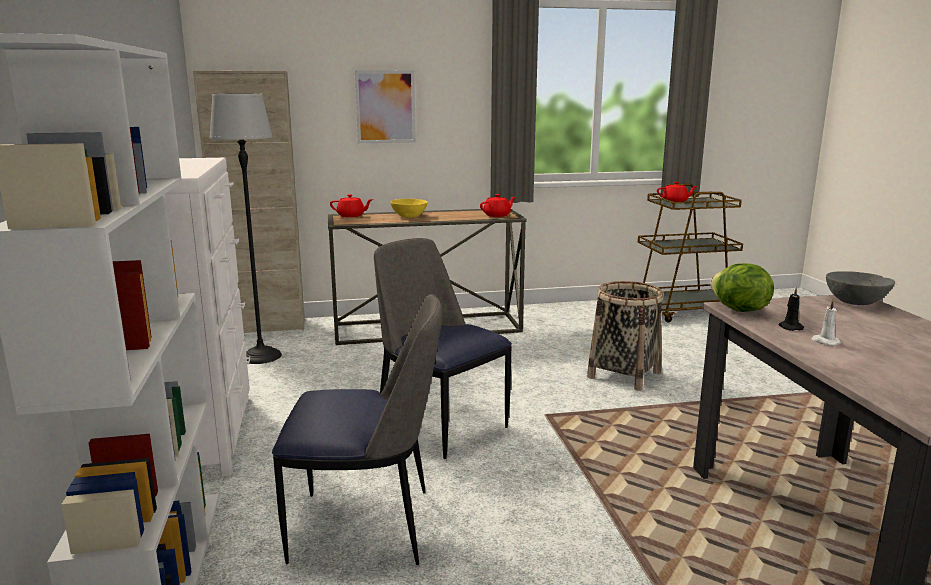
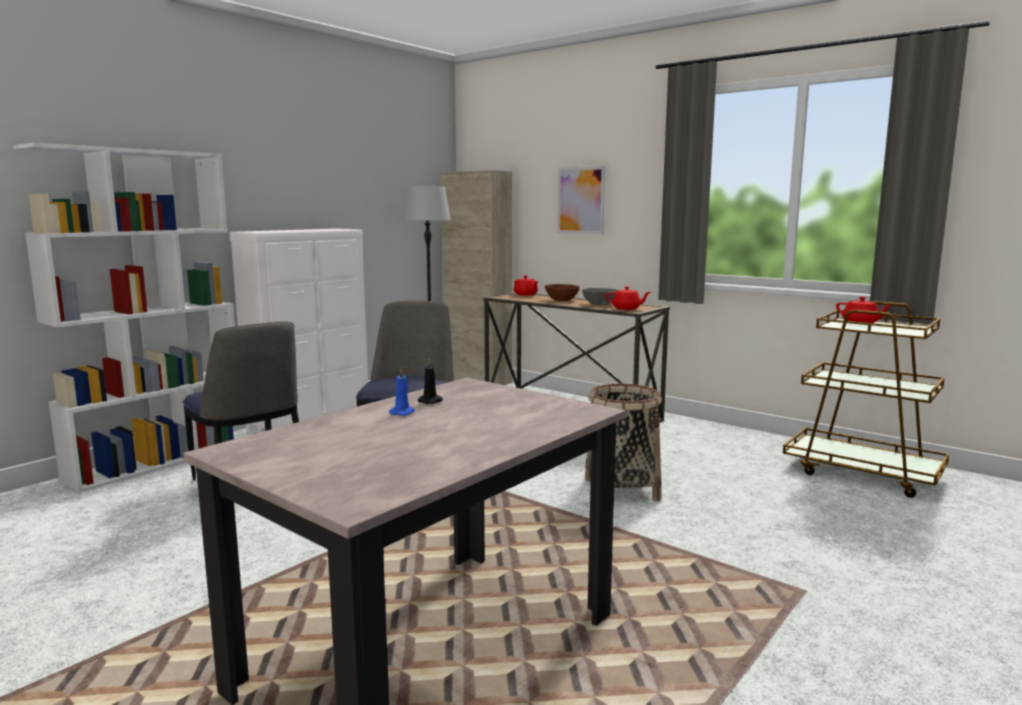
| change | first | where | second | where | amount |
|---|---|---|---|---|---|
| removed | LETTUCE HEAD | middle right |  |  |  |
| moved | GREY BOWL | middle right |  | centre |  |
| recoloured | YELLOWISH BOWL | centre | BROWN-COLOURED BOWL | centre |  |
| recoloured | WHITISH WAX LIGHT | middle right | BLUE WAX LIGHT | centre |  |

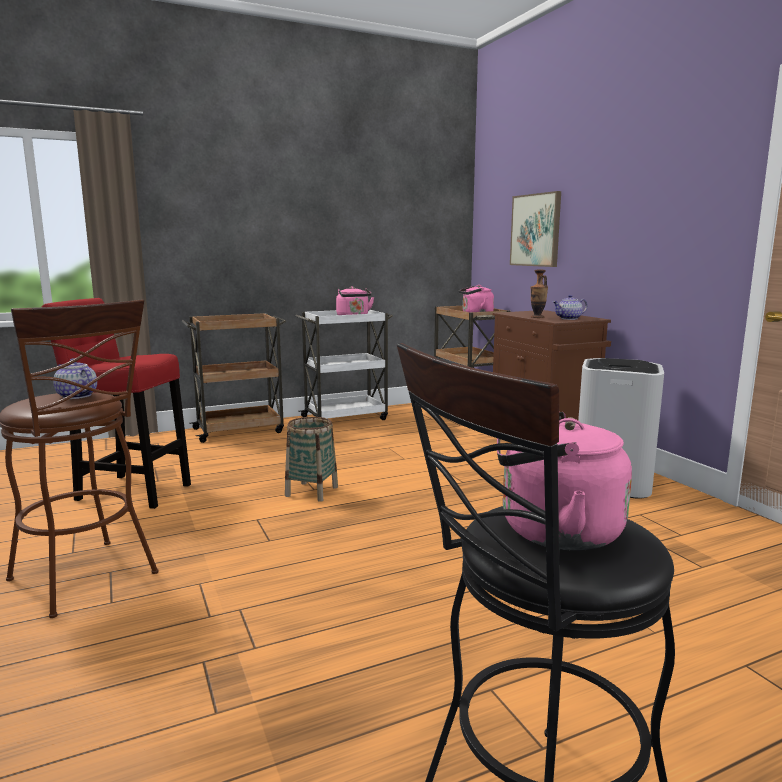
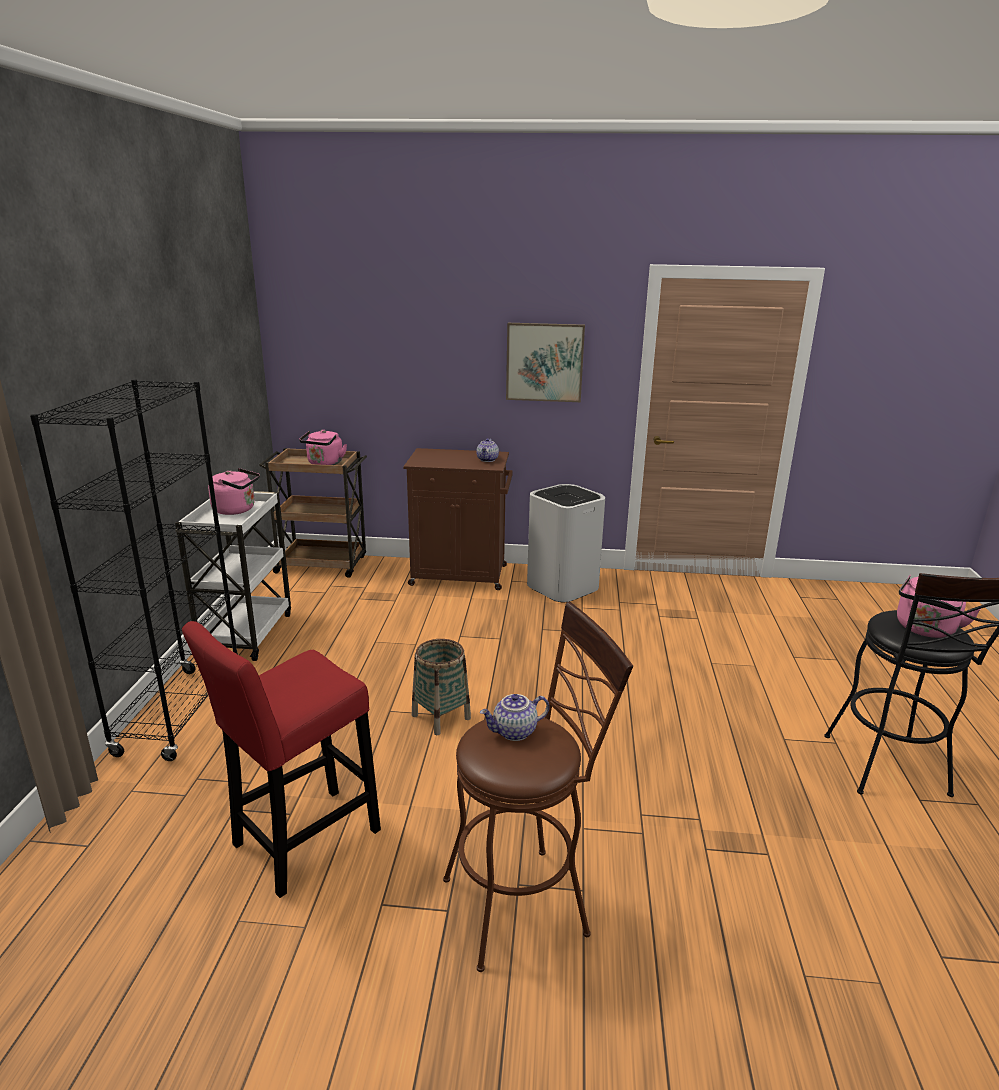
| change | first | where | second | where | amount |
|---|---|---|---|---|---|
| removed | FLOWER VASE | middle right |  |  |  |
| moved | WALL ART | top right |  | top centre |  |
| replaced | BROWN-COLOURED TROLLEY (1st from left) | middle left | BLACK-COLOURED SHELVING UNIT | middle left |  |

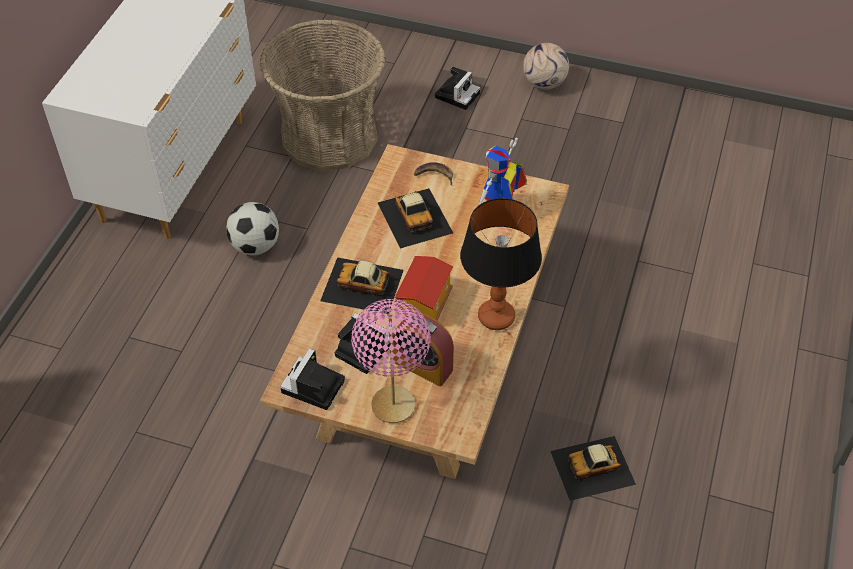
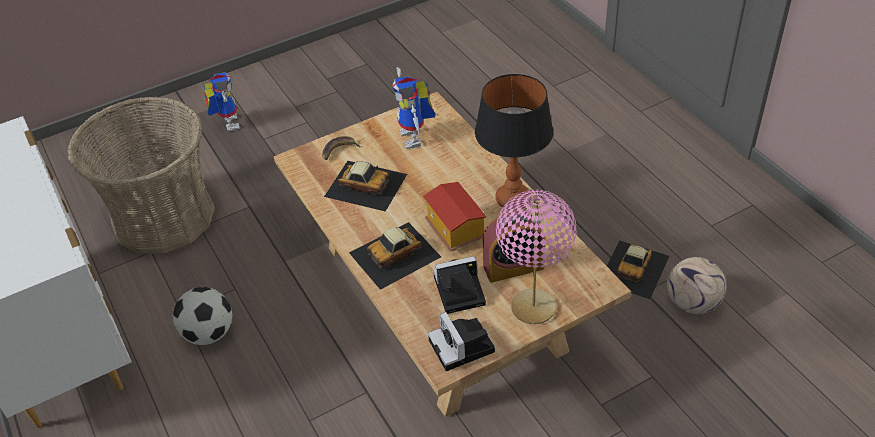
| change | first | where | second | where | amount |
|---|---|---|---|---|---|
| moved | FOOTBALL BALL (2nd from left) | top centre |  | middle right |  |
| replaced | PHOTO CAMERA (3rd from left) | top centre | MODEL ROBOT (1st from left) | top left |  |

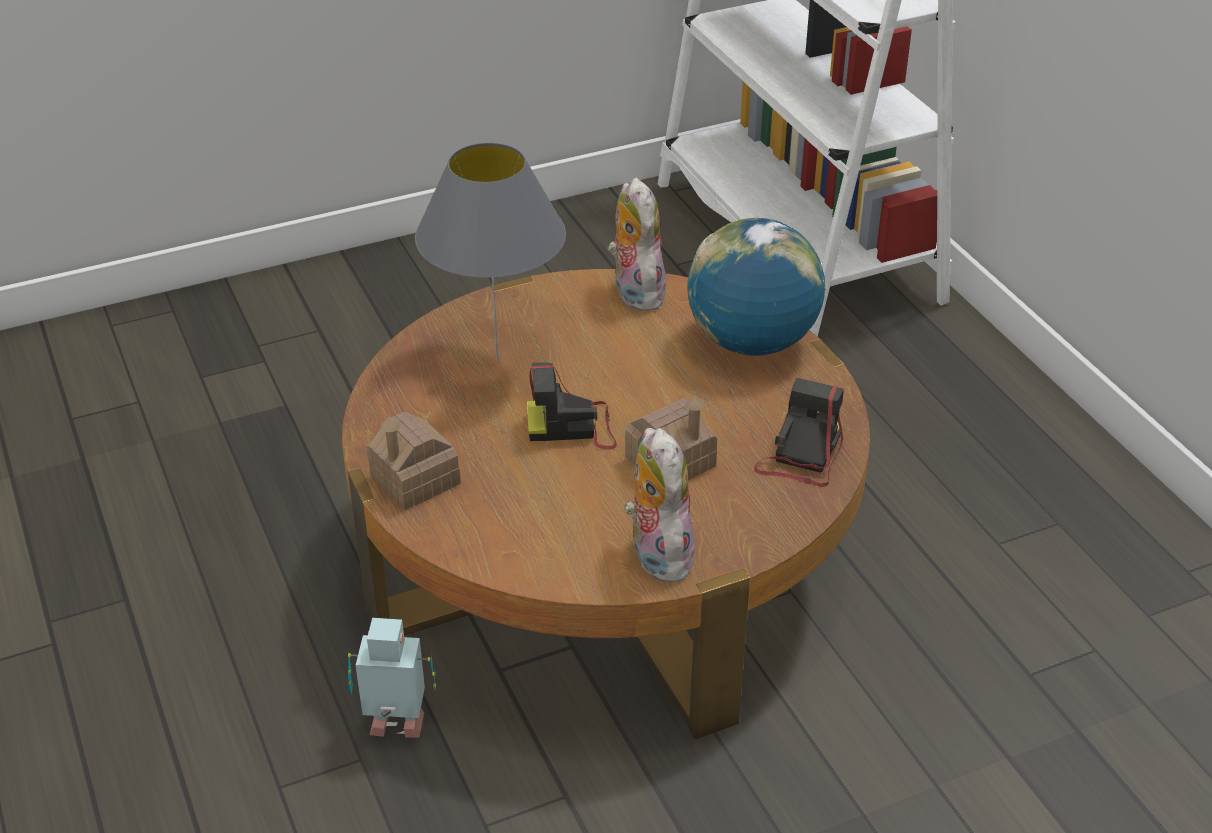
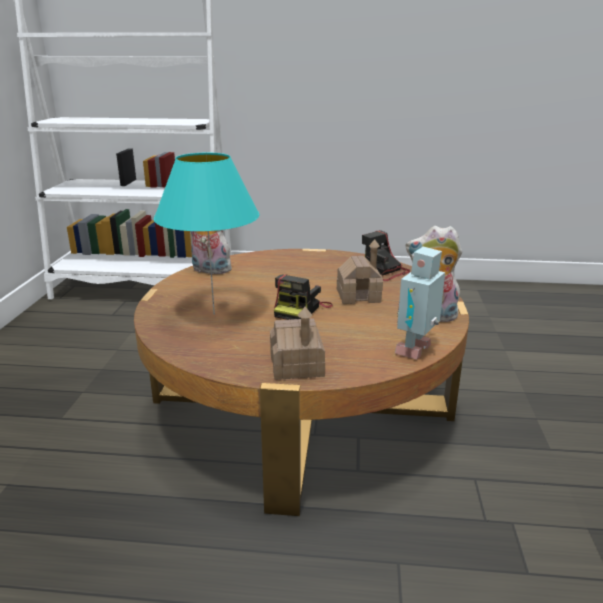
| change | first | where | second | where | amount |
|---|---|---|---|---|---|
| removed | WORLD GLOBE | centre |  |  |  |
| moved | MODEL ROBOT | bottom left |  | middle right |  |
| recoloured | GREY TABLE LAMP | top centre | BLUE-GREEN TABLE LAMP | centre |  |

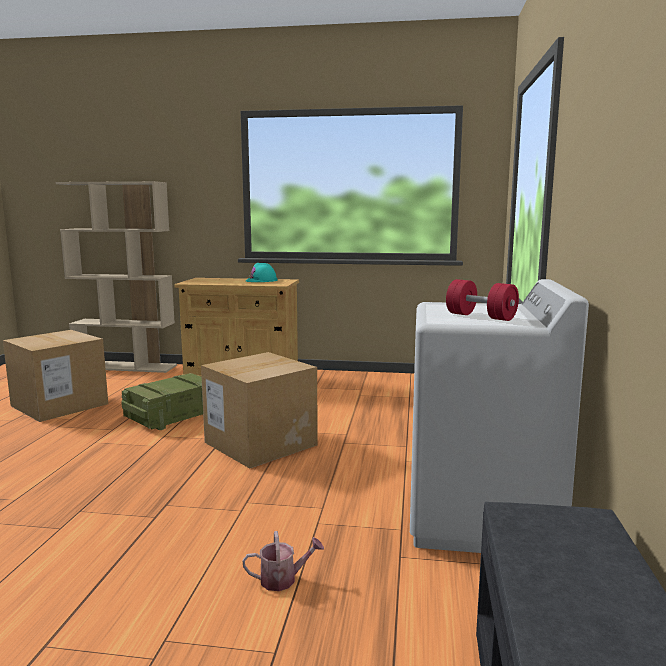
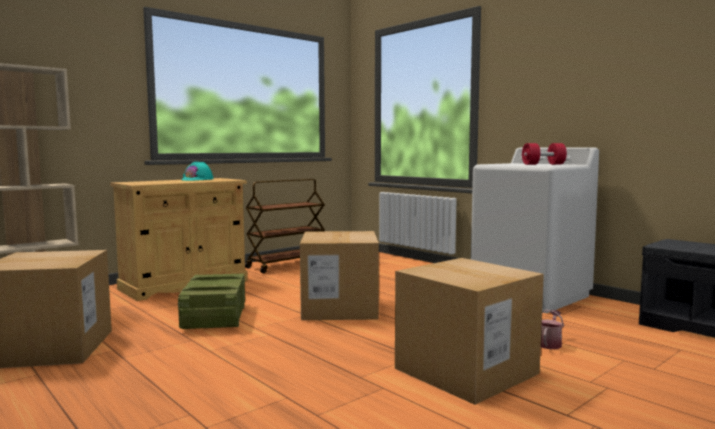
| change | first | where | second | where | amount |
|---|---|---|---|---|---|
| added |  |  | BROWN-COLOURED TROLLEY | centre |  |
| added |  |  | CARDBOARD BOX (3rd from left) | bottom centre |  |

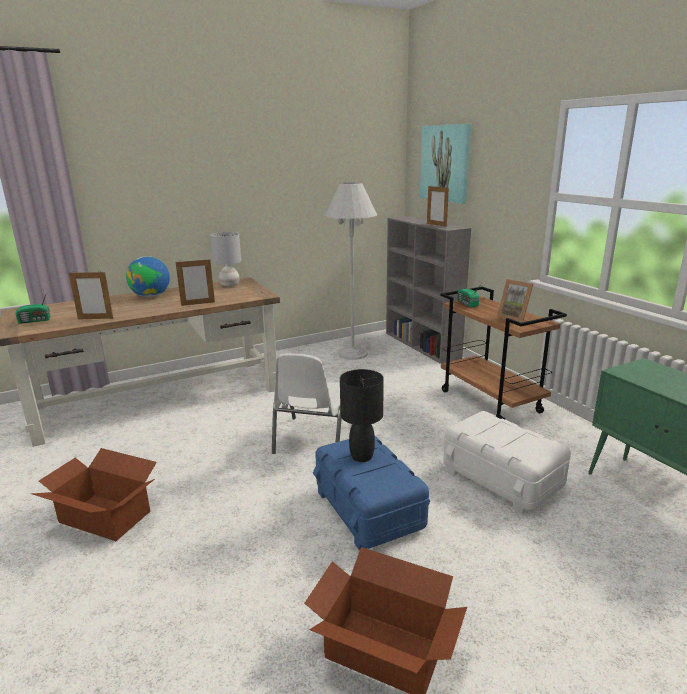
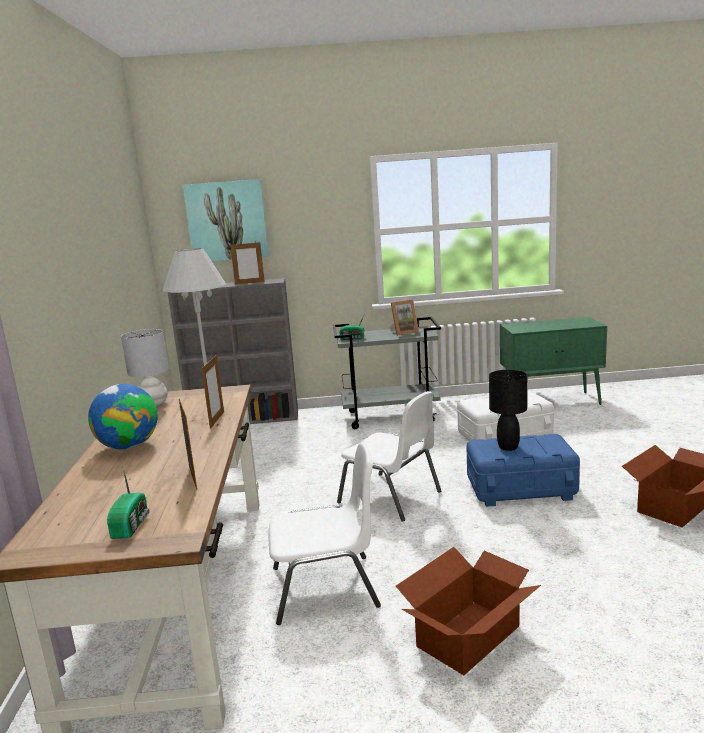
| change | first | where | second | where | amount |
|---|---|---|---|---|---|
| added |  |  | WHITISH UPRIGHT CHAIR (1st from left) | bottom centre |  |
| recoloured | BROWN-COLOURED TROLLEY | middle right | GREY TROLLEY | centre |  |
| turned | PHOTO FRAME (1st from left) | middle left |  | middle left | 45 degrees counterclockwise |

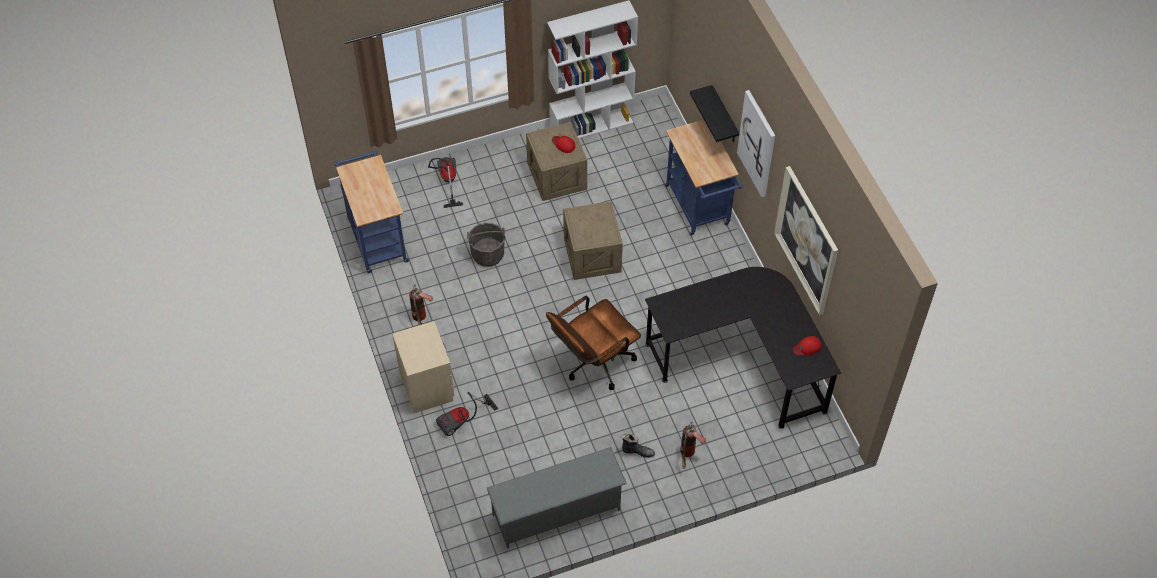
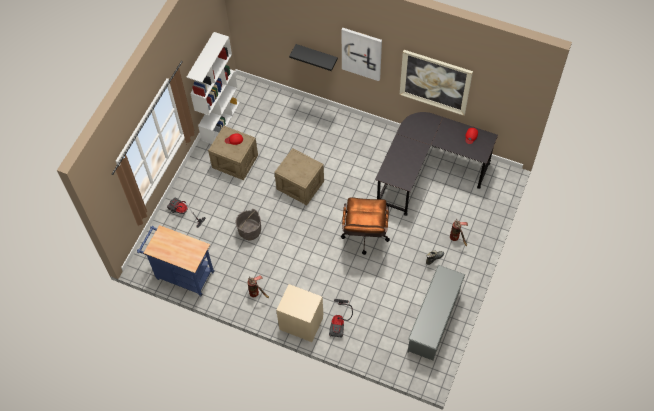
| change | first | where | second | where | amount |
|---|---|---|---|---|---|
| removed | BLUE TROLLEY (2nd from left) | top centre |  |  |  |

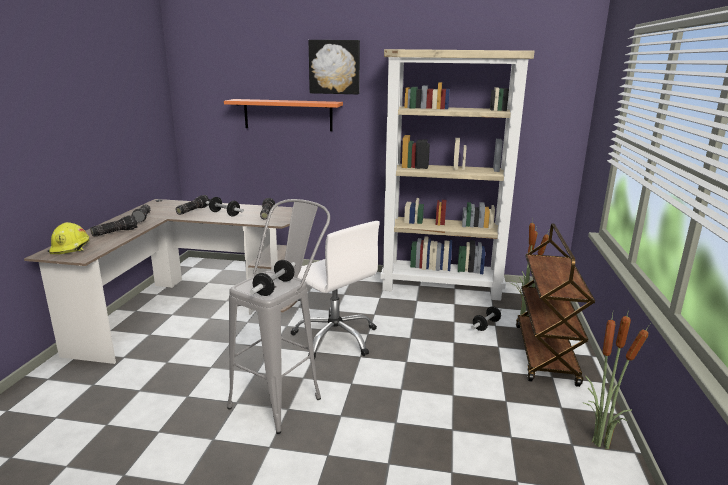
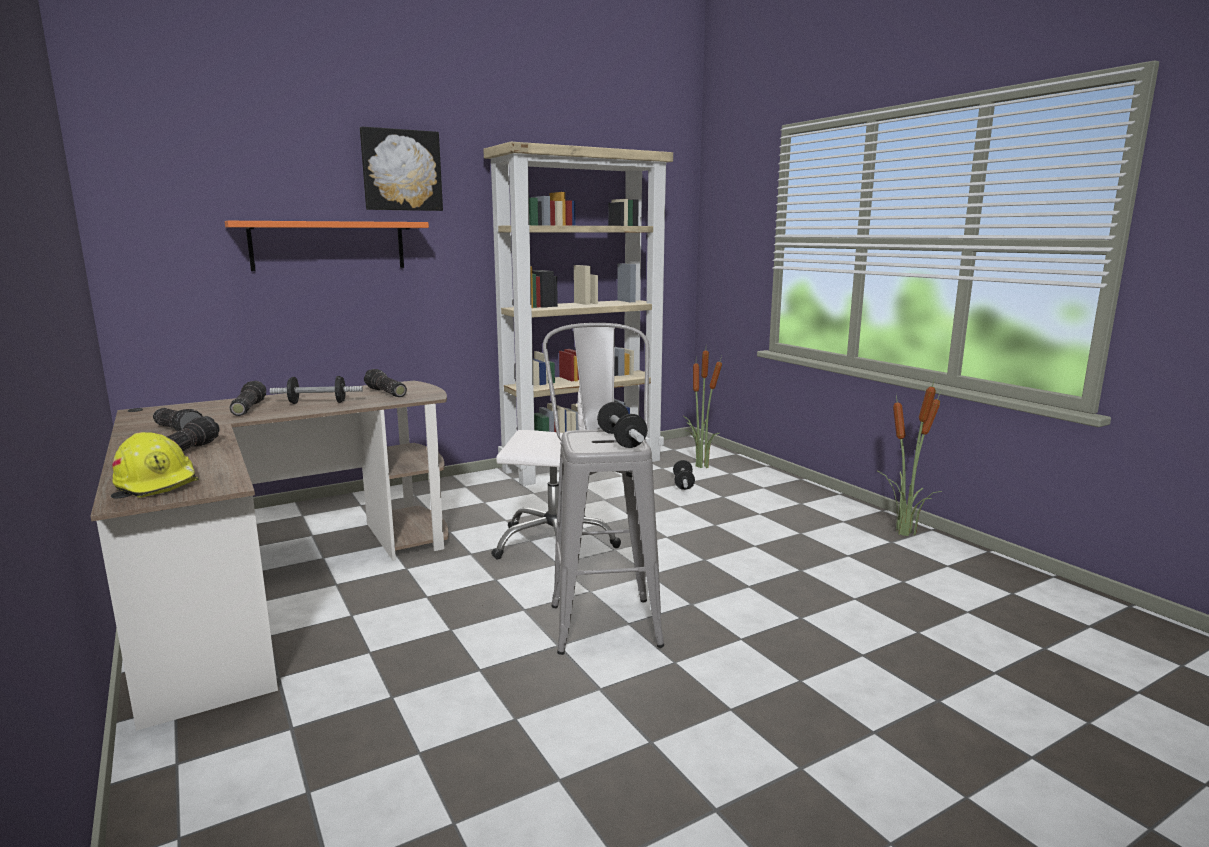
| change | first | where | second | where | amount |
|---|---|---|---|---|---|
| removed | BROWN-COLOURED TROLLEY | middle right |  |  |  |

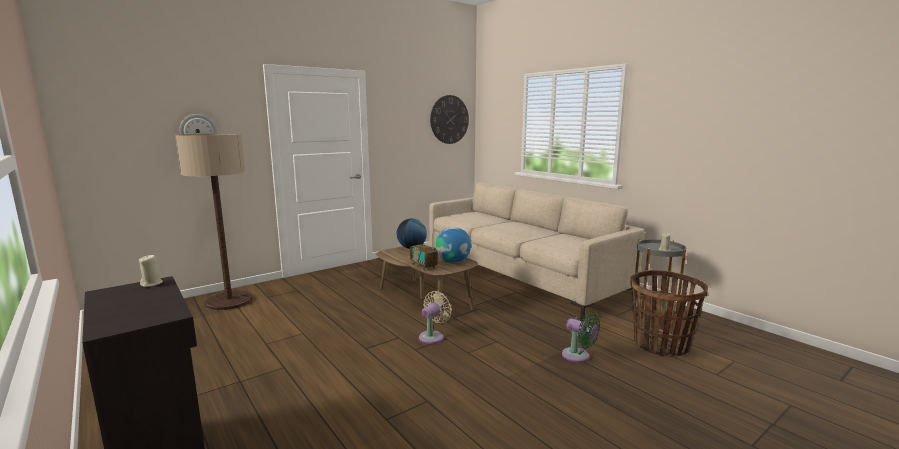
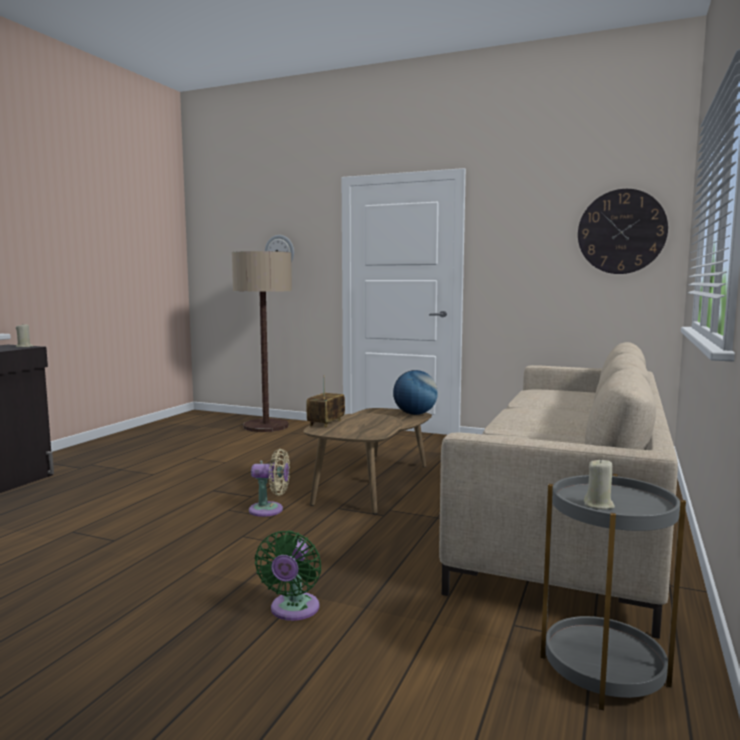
| change | first | where | second | where | amount |
|---|---|---|---|---|---|
| removed | WORLD GLOBE (2nd from left) | centre |  |  |  |
| removed | BASKET | bottom right |  |  |  |

